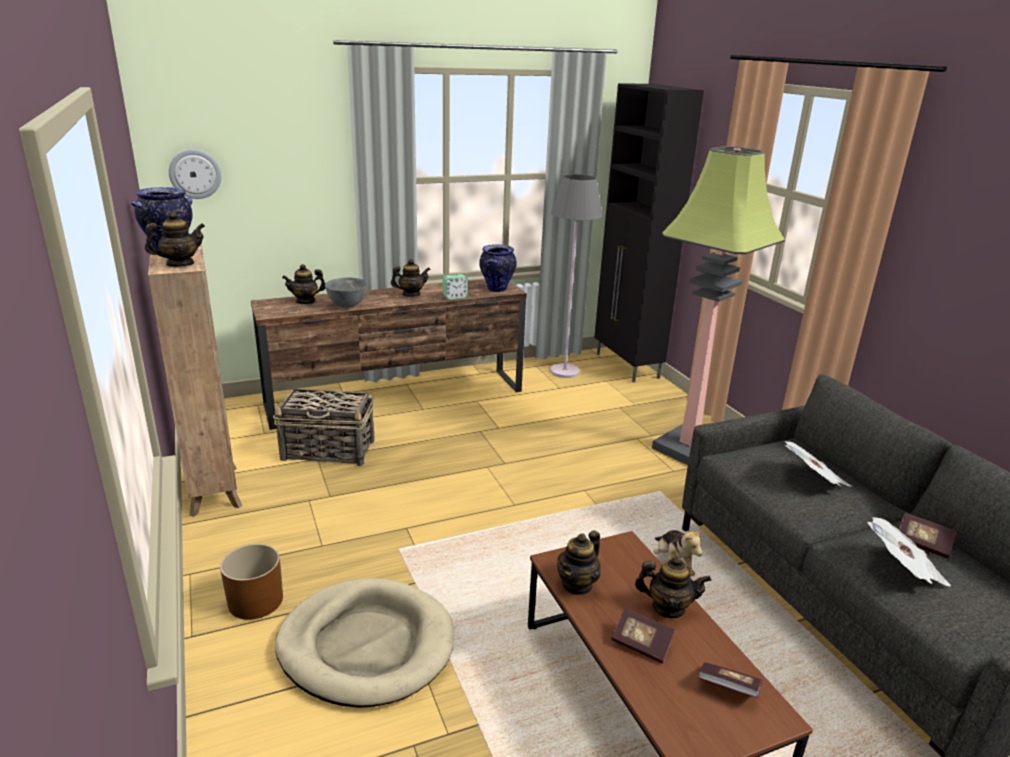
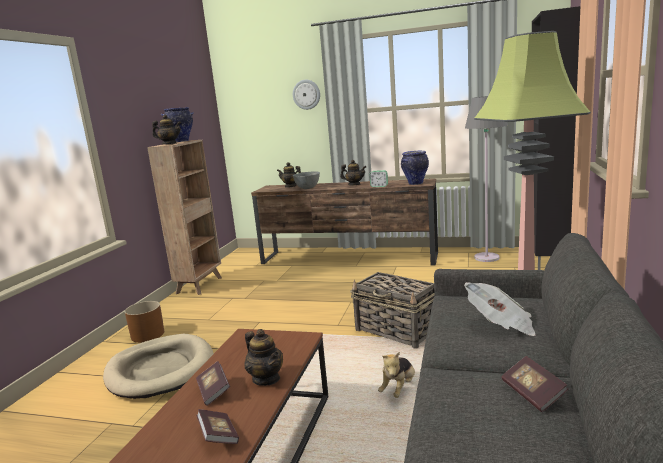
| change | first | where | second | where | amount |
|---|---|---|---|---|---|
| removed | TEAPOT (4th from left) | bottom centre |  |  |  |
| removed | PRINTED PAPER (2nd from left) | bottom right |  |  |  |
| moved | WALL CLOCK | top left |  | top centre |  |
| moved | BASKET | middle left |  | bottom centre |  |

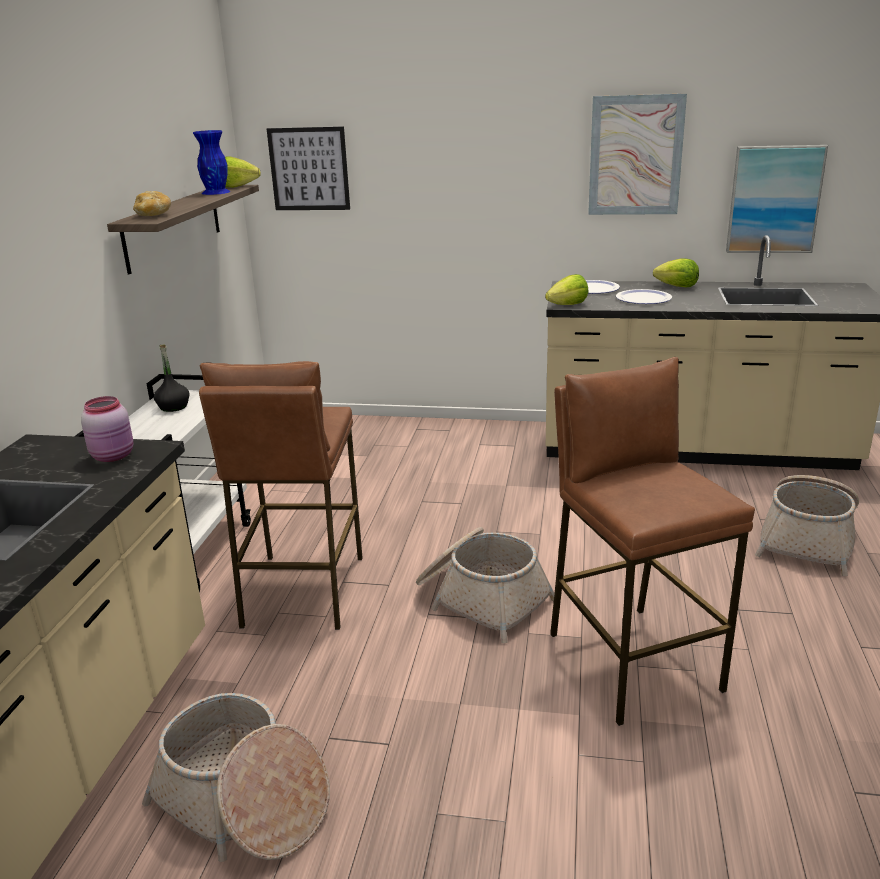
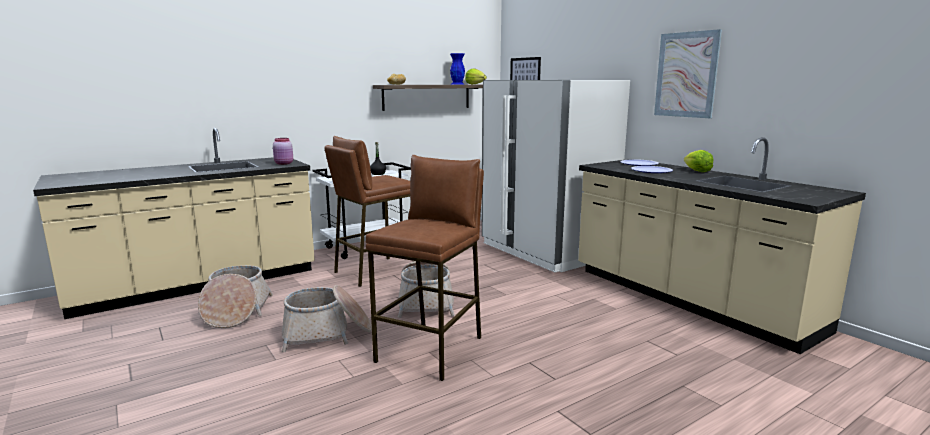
| change | first | where | second | where | amount |
|---|---|---|---|---|---|
| removed | LETTUCE HEAD (2nd from left) | top centre |  |  |  |
| removed | WALL ART (3rd from left) | top right |  |  |  |
| added |  |  | WHITISH FRIDGE | centre |  |
| moved | BASKET (3rd from left in the first image) | middle right | BASKET (2nd from left) | bottom centre |  |

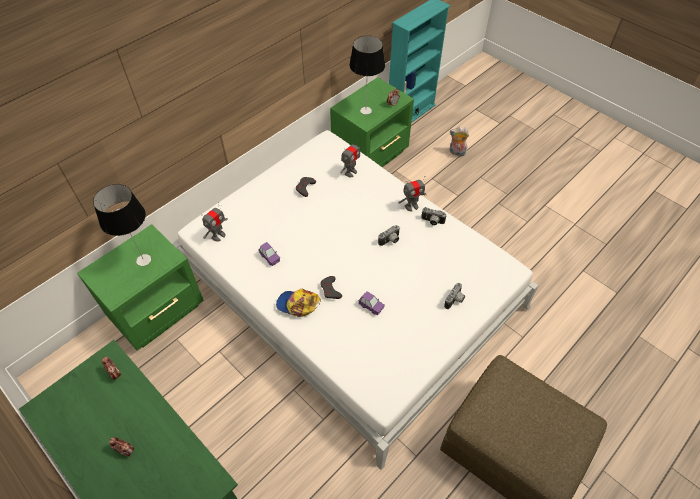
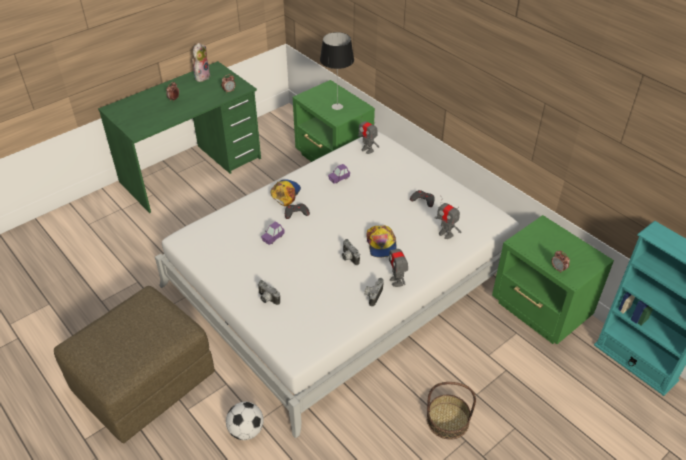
| change | first | where | second | where | amount |
|---|---|---|---|---|---|
| removed | TABLE LAMP (2nd from left) | top centre |  |  |  |
| added |  |  | FOOTBALL BALL | bottom centre |  |
| added |  |  | PEAKED CAP (2nd from left) | centre |  |
| added |  |  | BASKET | bottom centre |  |
| moved | SOFT TOY | top centre |  | top left |  |

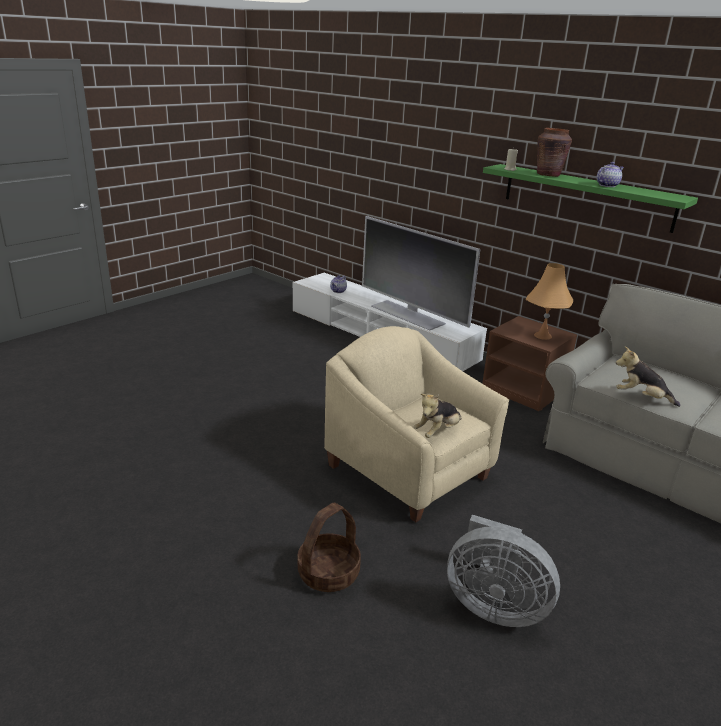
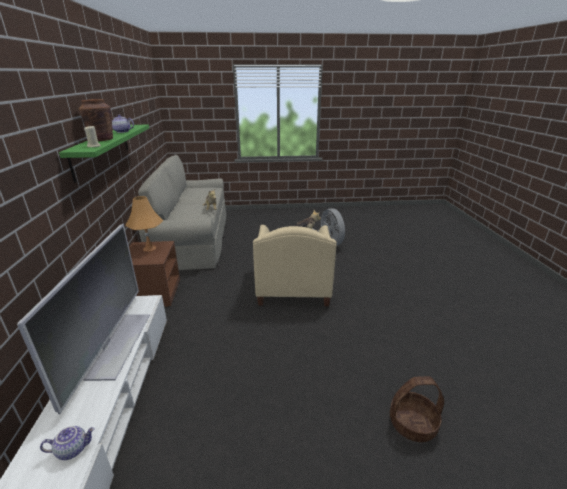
| change | first | where | second | where | amount |
|---|---|---|---|---|---|
| moved | BASKET | bottom centre |  | bottom right |  |

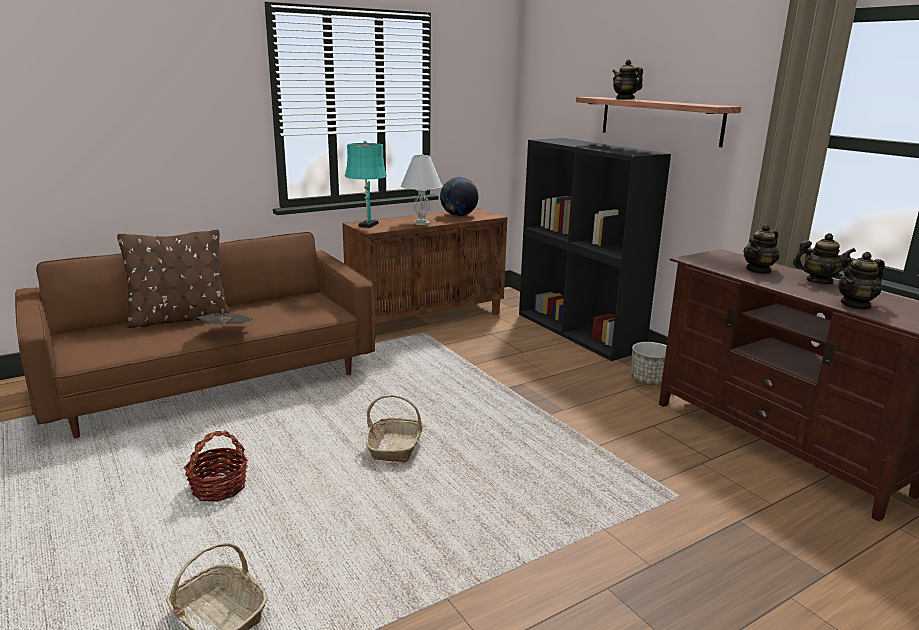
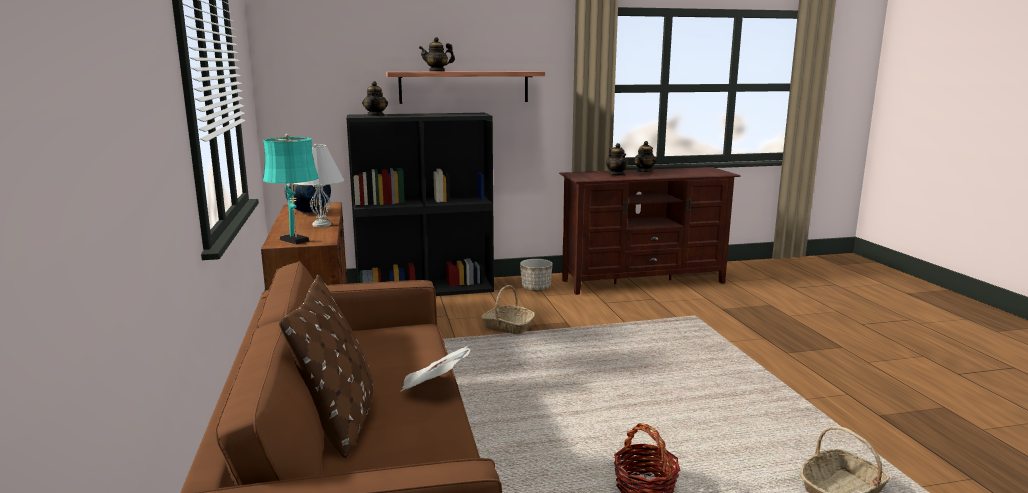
| change | first | where | second | where | amount |
|---|---|---|---|---|---|
| moved | BASKET (3rd from left in the first image) | bottom centre | BASKET (1st from left) | centre |  |
| moved | TEAPOT (4th from left in the first image) | middle right | TEAPOT (1st from left) | top centre |  |

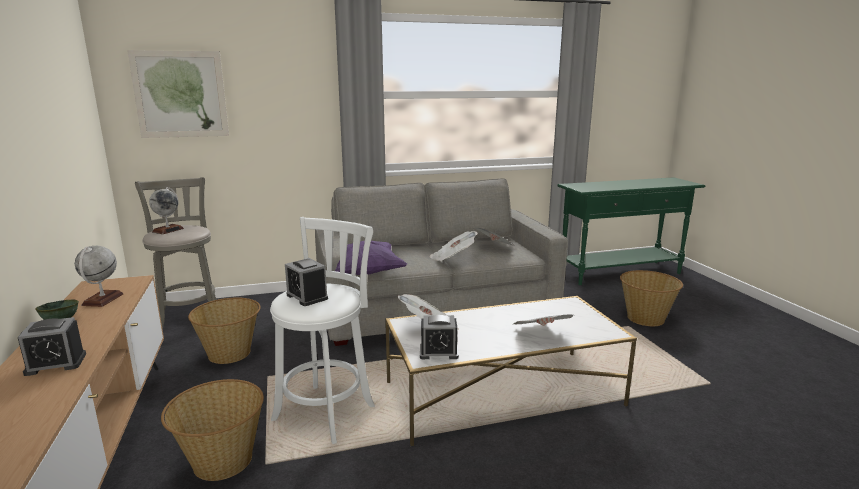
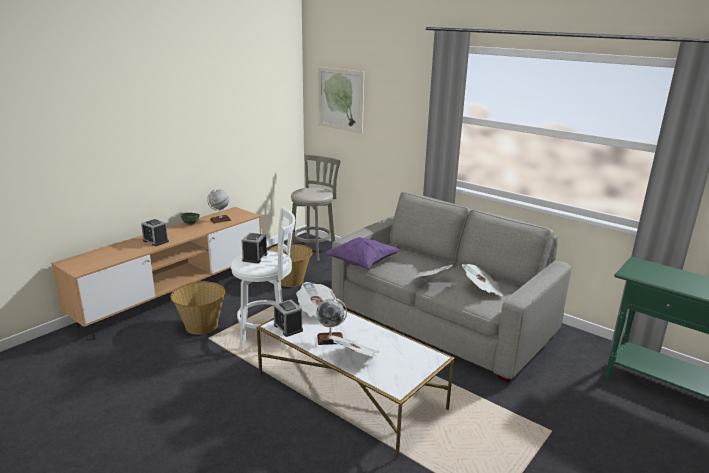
| change | first | where | second | where | amount |
|---|---|---|---|---|---|
| removed | BASKET (3rd from left) | middle right |  |  |  |
| moved | WORLD GLOBE (2nd from left) | middle left |  | bottom centre |  |

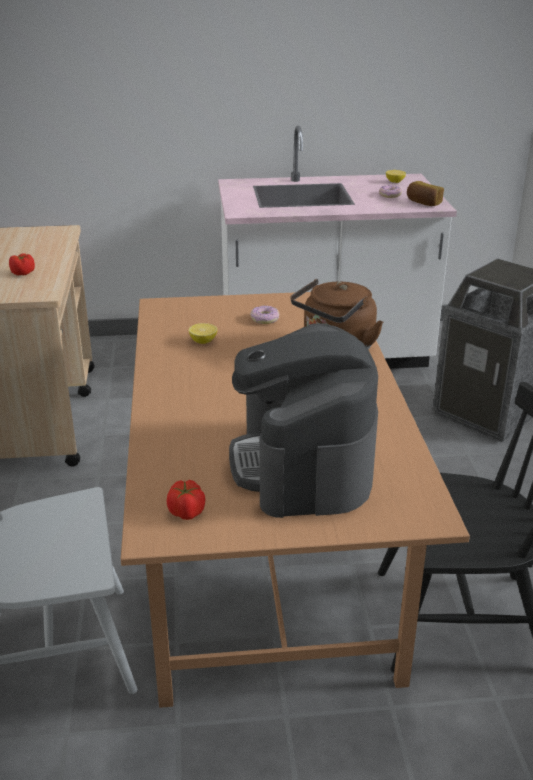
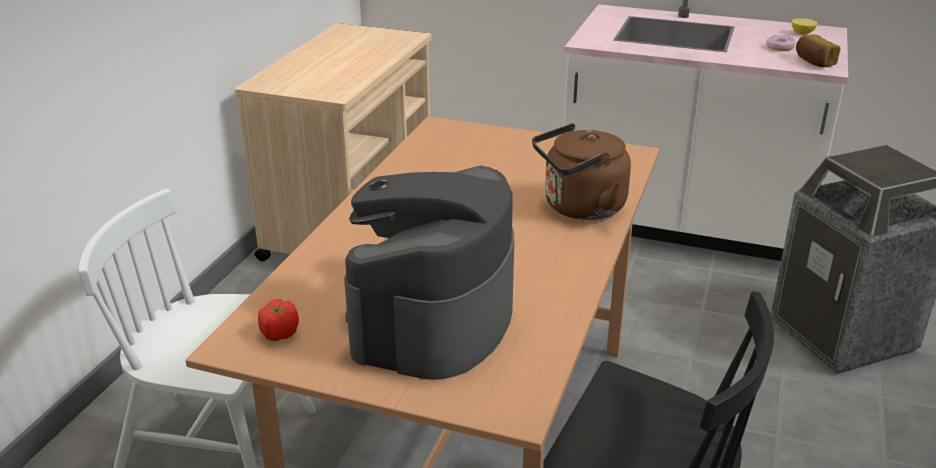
| change | first | where | second | where | amount |
|---|---|---|---|---|---|
| removed | WHOLE TOMATO (1st from left) | middle left |  |  |  |
| removed | LEMON (1st from left) | centre |  |  |  |
| removed | DOUGHNUT (1st from left) | centre |  |  |  |

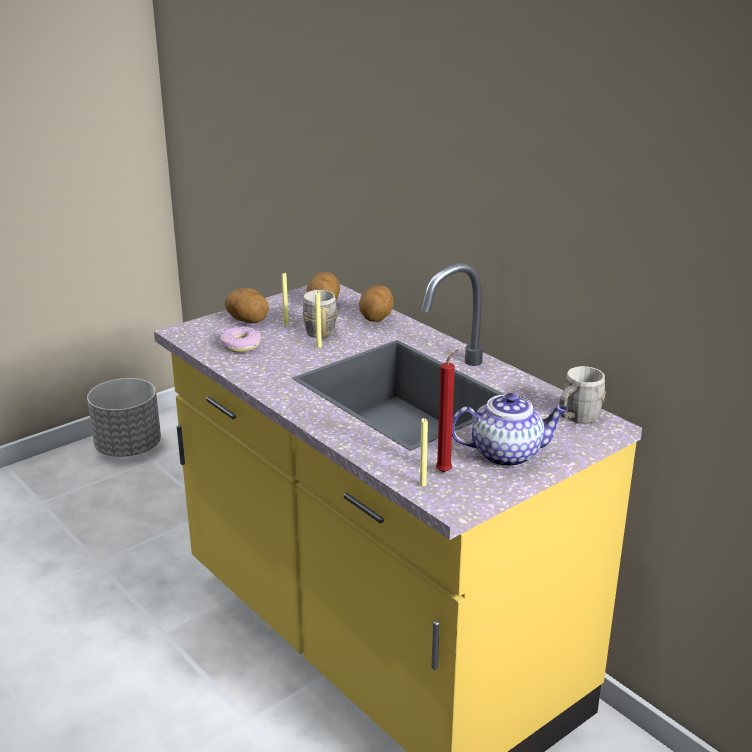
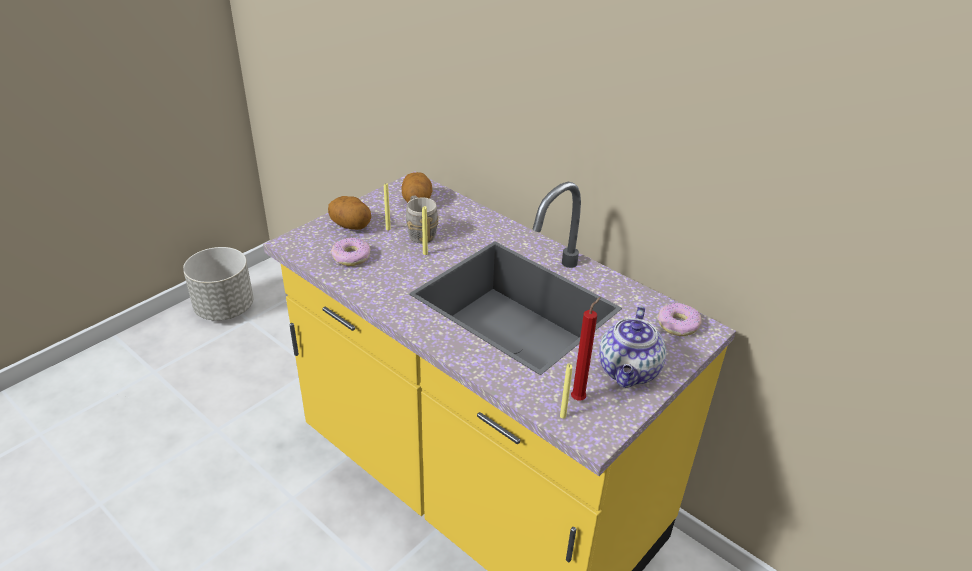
| change | first | where | second | where | amount |
|---|---|---|---|---|---|
| removed | POTATO (3rd from left) | centre |  |  |  |
| replaced | GREY COFFEE MUG (2nd from left) | middle right | DOUGHNUT (2nd from left) | middle right |  |
| turned | TEAPOT | middle right |  | centre | 120 degrees clockwise |

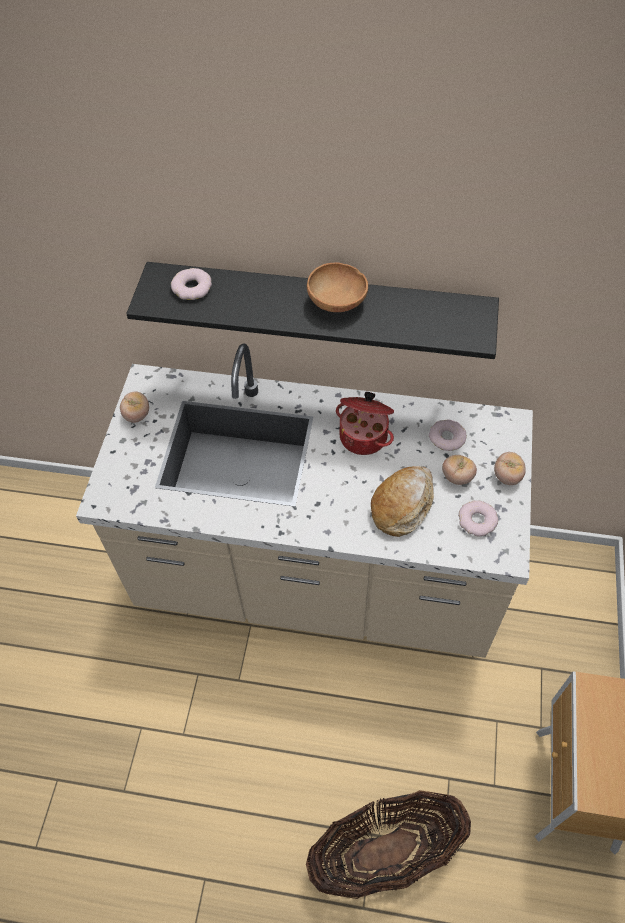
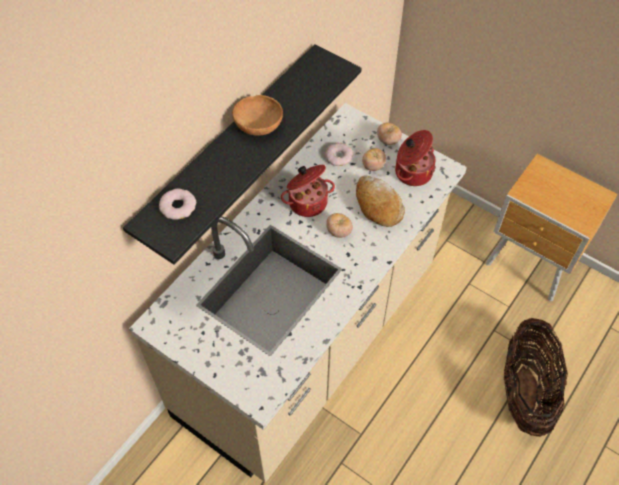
| change | first | where | second | where | amount |
|---|---|---|---|---|---|
| moved | WHOLE TOMATO (1st from left) | middle left |  | centre |  |
| replaced | DOUGHNUT (3rd from left) | middle right | STOCKPOT (2nd from left) | top right |  |

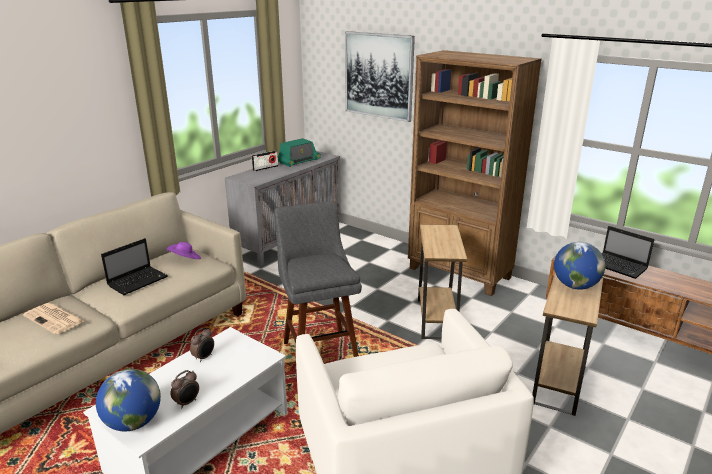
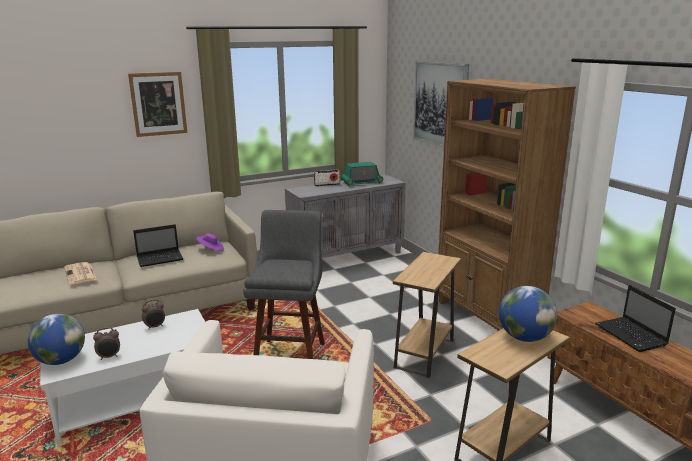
| change | first | where | second | where | amount |
|---|---|---|---|---|---|
| added |  |  | WALL ART (1st from left) | top left |  |

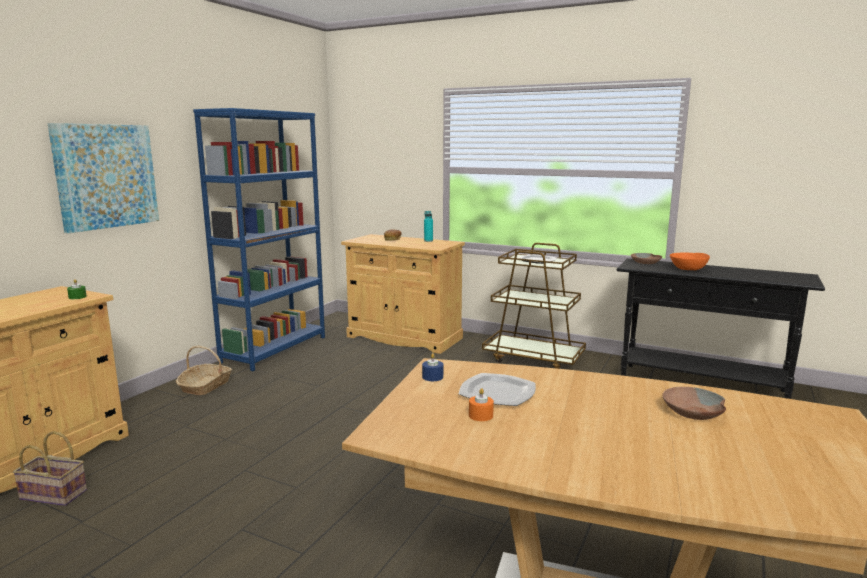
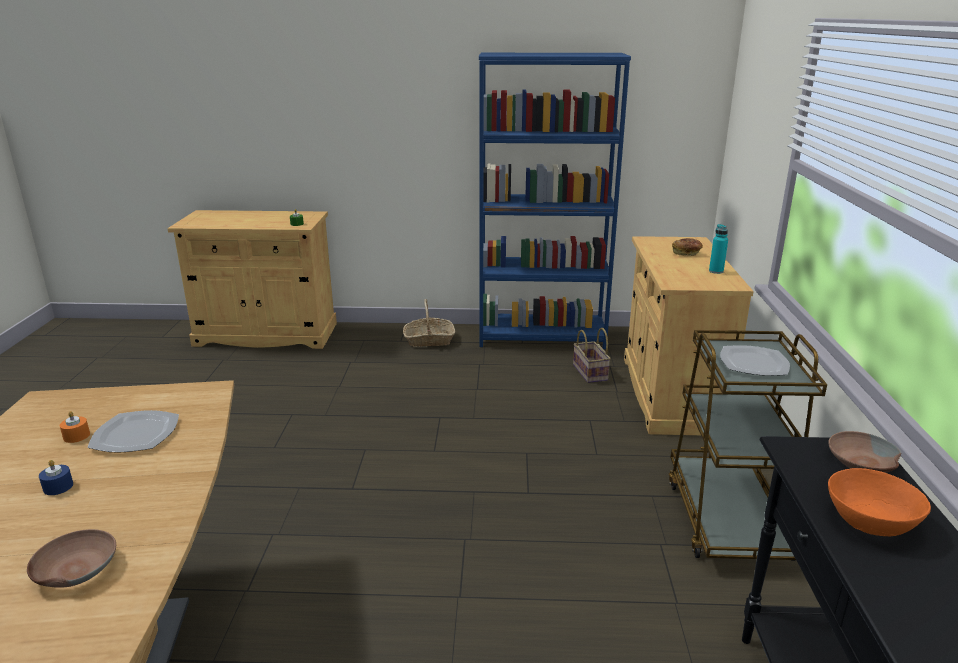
| change | first | where | second | where | amount |
|---|---|---|---|---|---|
| removed | WALL ART | top left |  |  |  |
| moved | BASKET (1st from left in the first image) | bottom left | BASKET (2nd from left) | centre |  |
| moved | BLUE WAX LIGHT | centre |  | bottom left |  |

